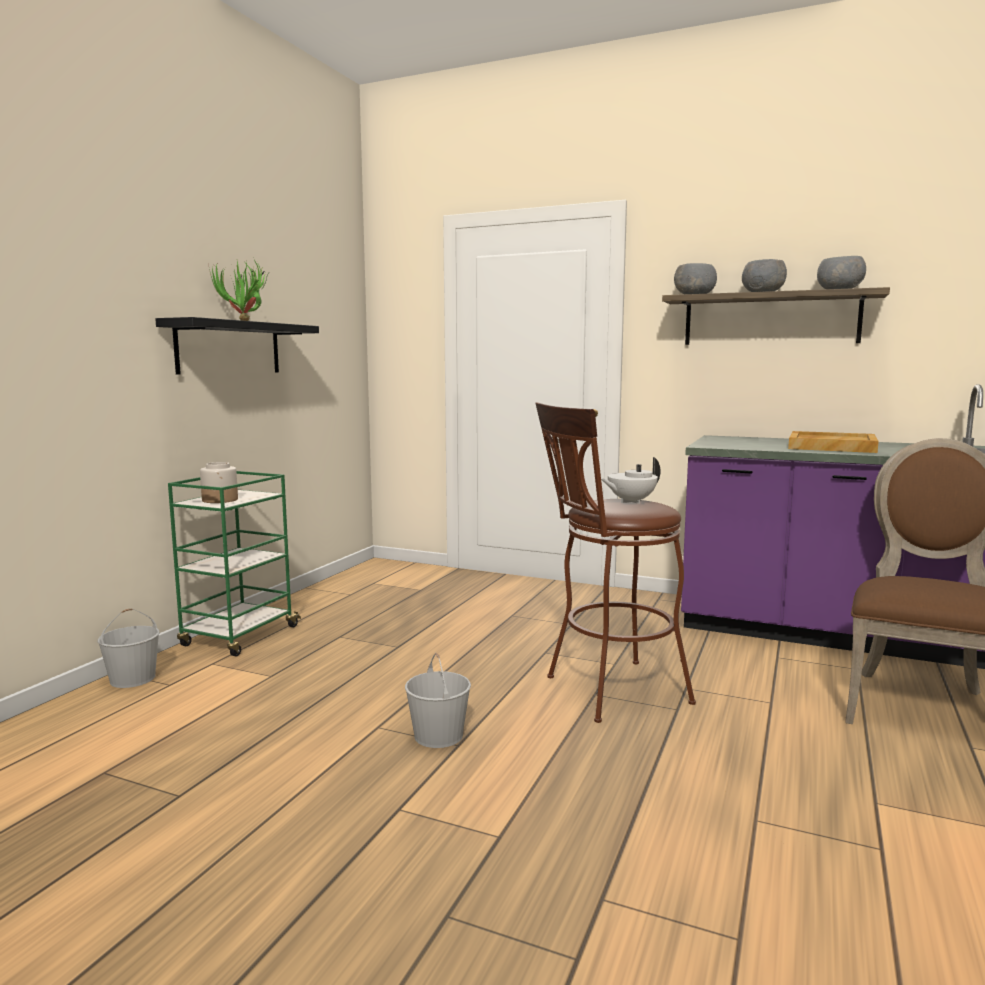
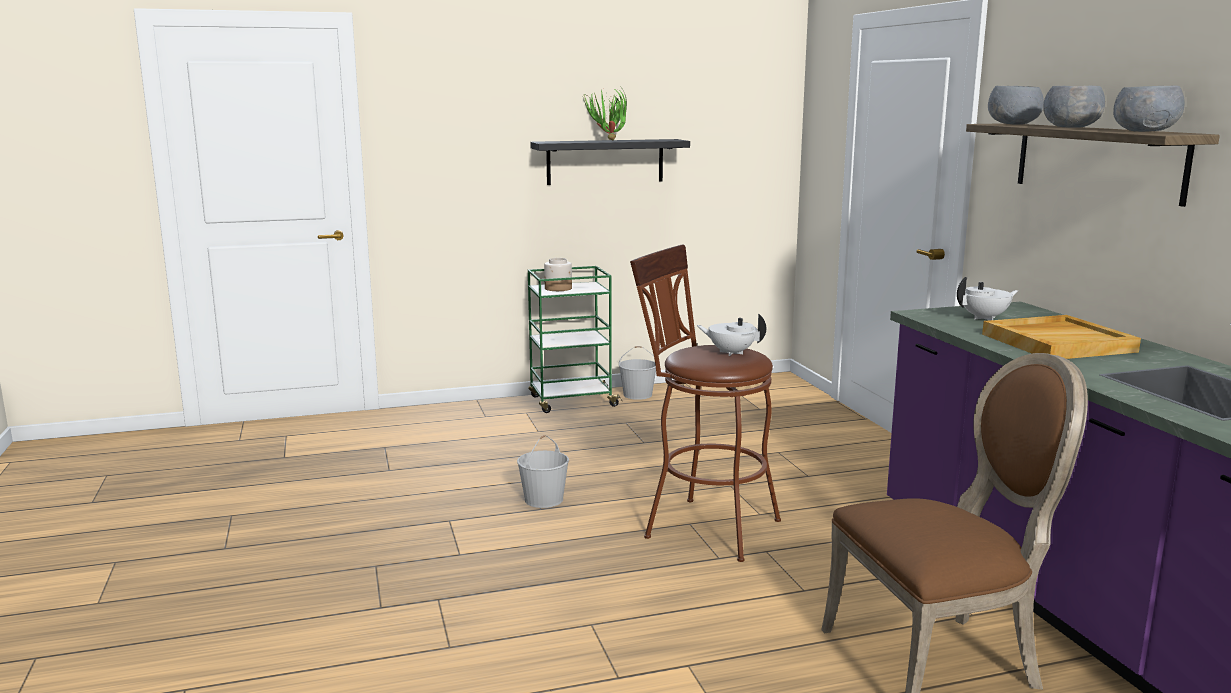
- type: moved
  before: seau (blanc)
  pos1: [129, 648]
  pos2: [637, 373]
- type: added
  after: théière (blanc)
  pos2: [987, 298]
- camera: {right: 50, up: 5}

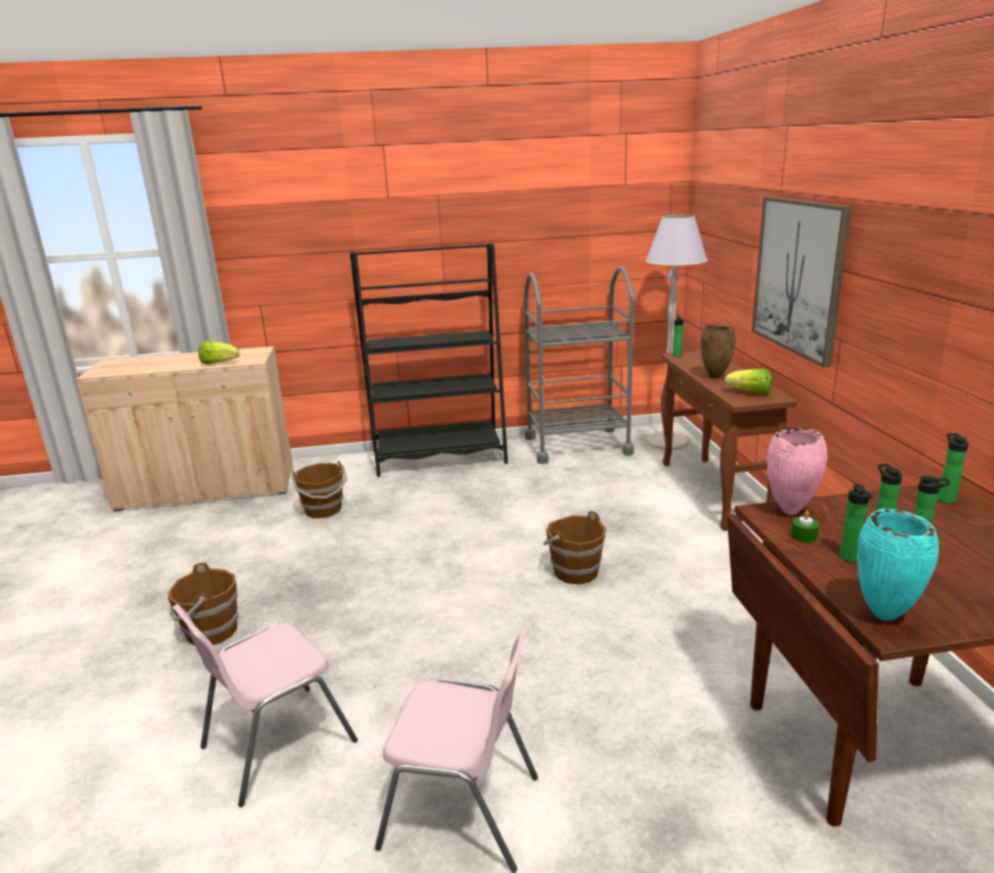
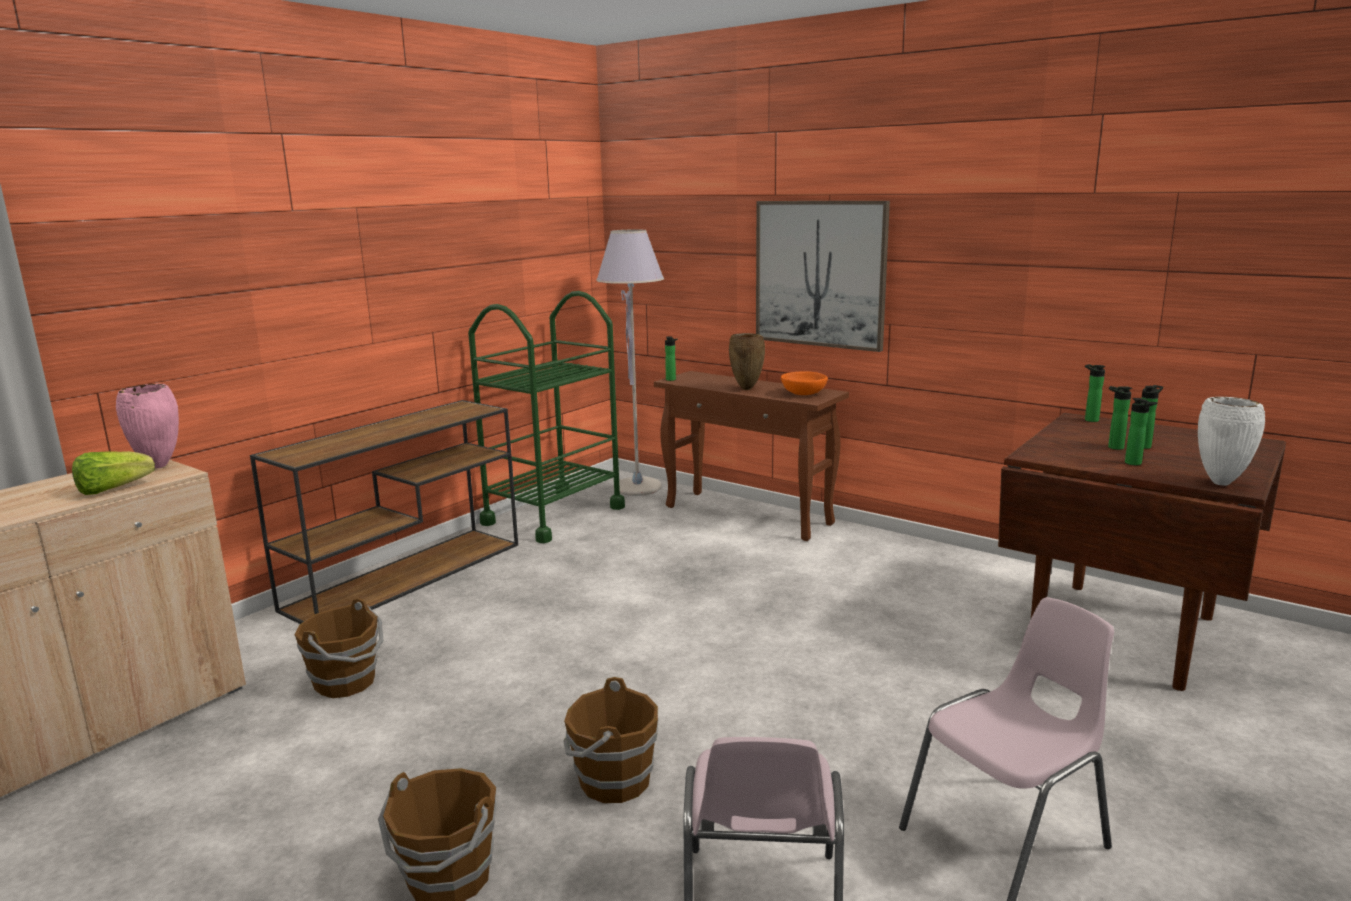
- type: replaced
  before: bibliothèque (noir)
  after: table console (marron)
  pos1: [429, 360]
  pos2: [384, 512]
- type: recoloured
  before: chariot (gris)
  after: chariot (vert)
  pos1: [579, 365]
  pos2: [546, 417]
- type: moved
  before: seau (marron)
  pos1: [574, 547]
  pos2: [610, 740]
- type: replaced
  before: laitue
  after: bol (orange)
  pos1: [748, 382]
  pos2: [804, 383]
- type: moved
  before: vase (rose)
  pos1: [797, 471]
  pos2: [147, 426]
- type: removed
  before: bougie (vert)
  pos1: [805, 527]
- type: recoloured
  before: vase (turquoise)
  after: vase (blanc)
  pos1: [898, 564]
  pos2: [1231, 441]
- camera: {right: -45, up: -5}

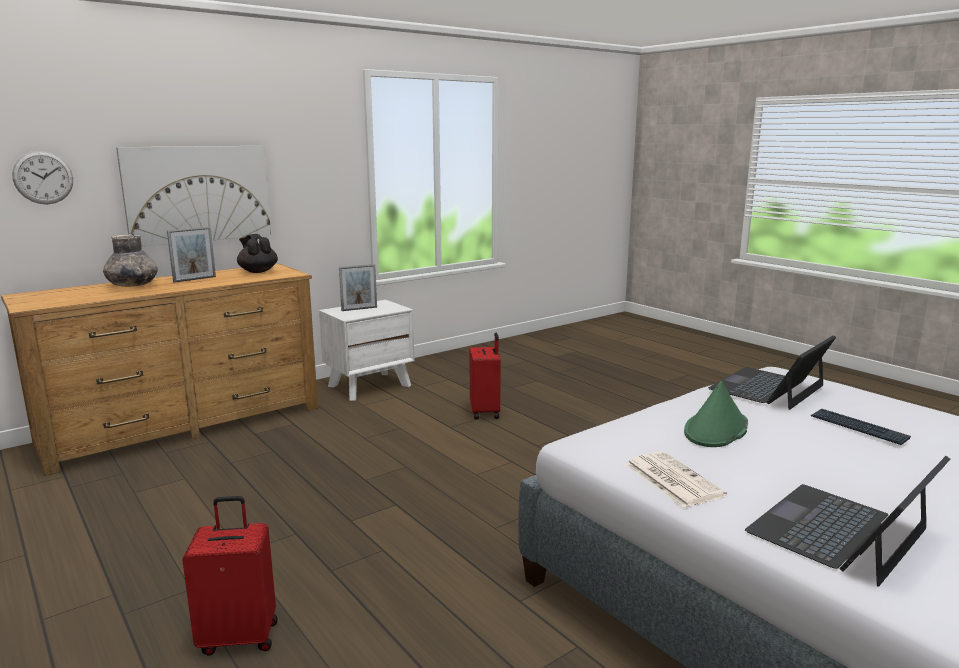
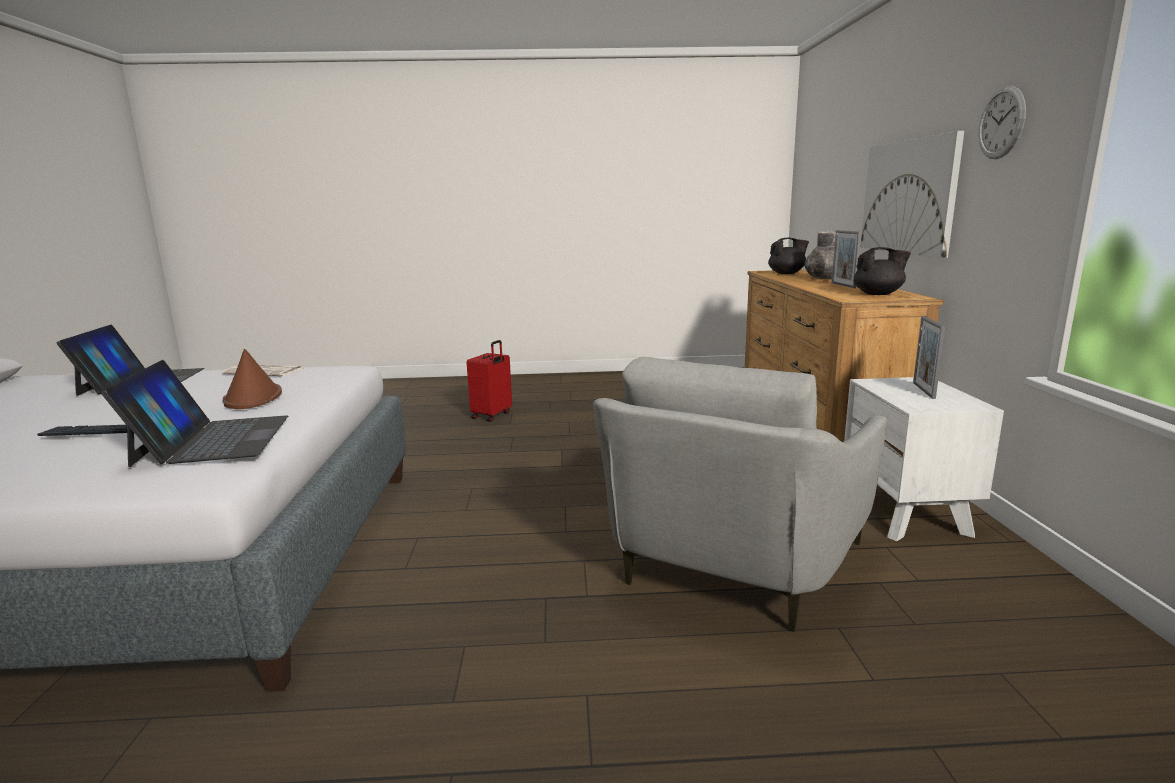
- type: moved
  before: horloge murale
  pos1: [42, 177]
  pos2: [1002, 122]
- type: replaced
  before: valise (rouge)
  after: fauteuil (gris)
  pos1: [485, 376]
  pos2: [740, 494]
- type: recoloured
  before: chapeau (vert)
  after: chapeau (marron)
  pos1: [716, 414]
  pos2: [252, 379]
- type: added
  after: théière (noir)
  pos2: [788, 256]
- camera: {right: 125, up: 0}

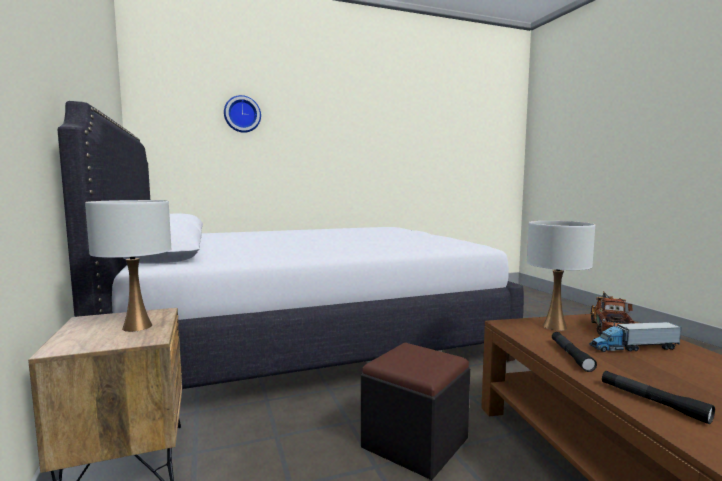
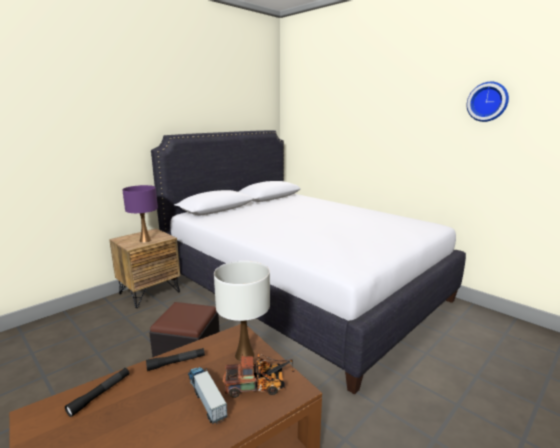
- type: recoloured
  before: lampe de table (blanc)
  after: lampe de table (violet)
  pos1: [128, 266]
  pos2: [140, 214]
- type: moved
  before: horloge murale
  pos1: [242, 114]
  pos2: [488, 102]
- camera: {right: 65, up: 10}

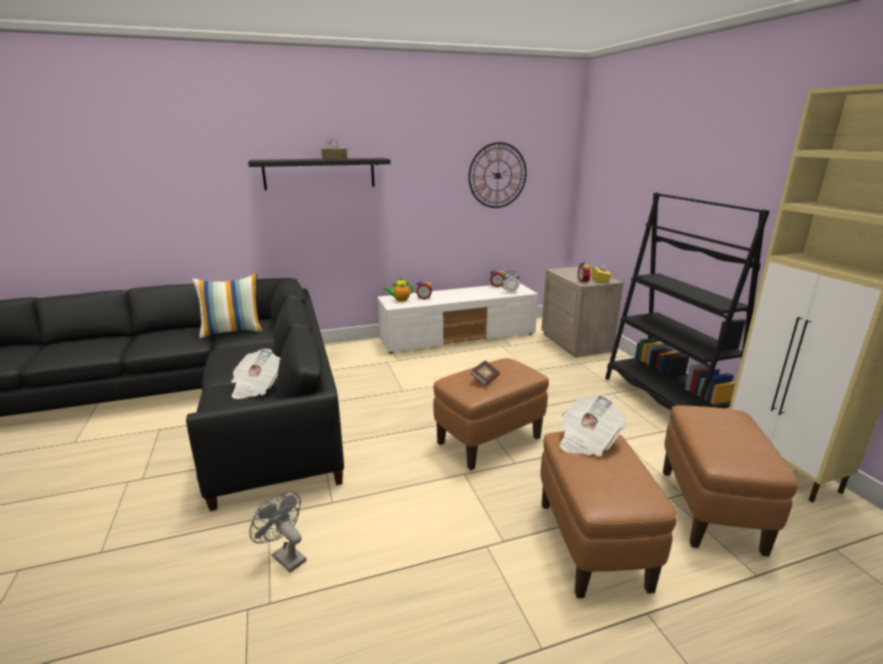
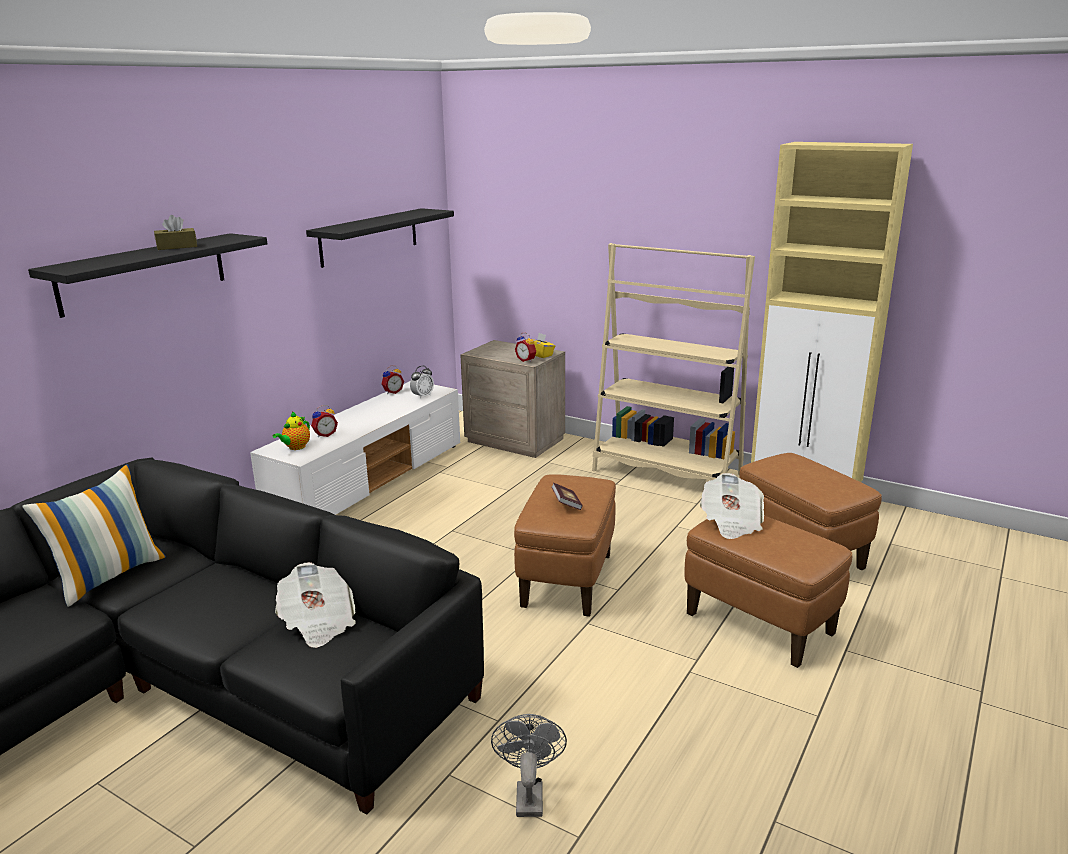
- type: turned
  before: ventilateur (gris)
  pos1: [277, 532]
  pos2: [529, 765]
  turn: 90
- type: replaced
  before: horloge murale
  after: étagère (noir)
  pos1: [498, 175]
  pos2: [380, 238]
- type: recoloured
  before: bibliothèque (noir)
  after: bibliothèque (beige)
  pos1: [687, 301]
  pos2: [673, 362]
- camera: {right: -40, up: 0}

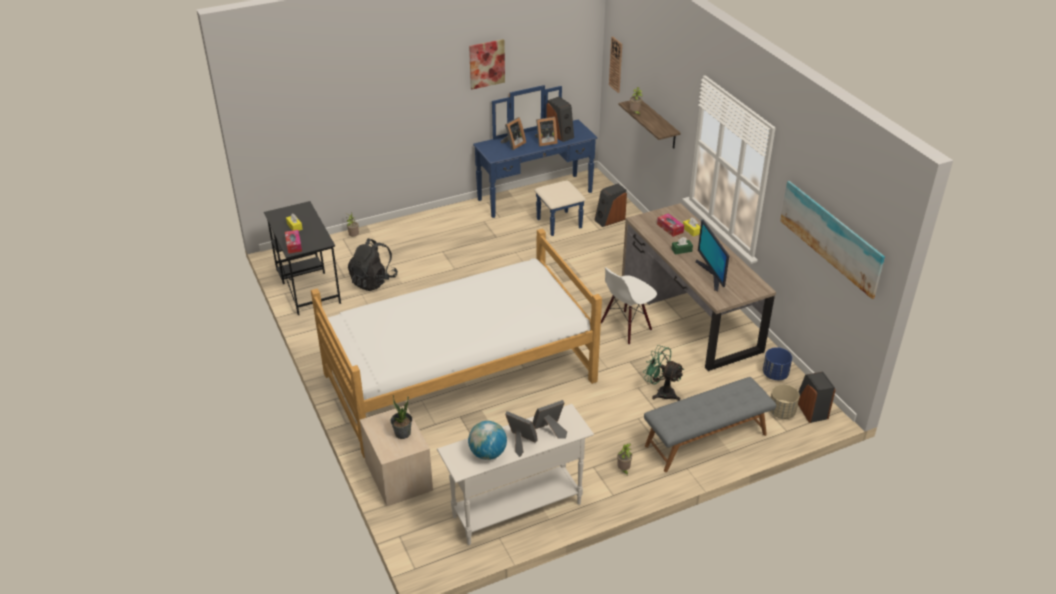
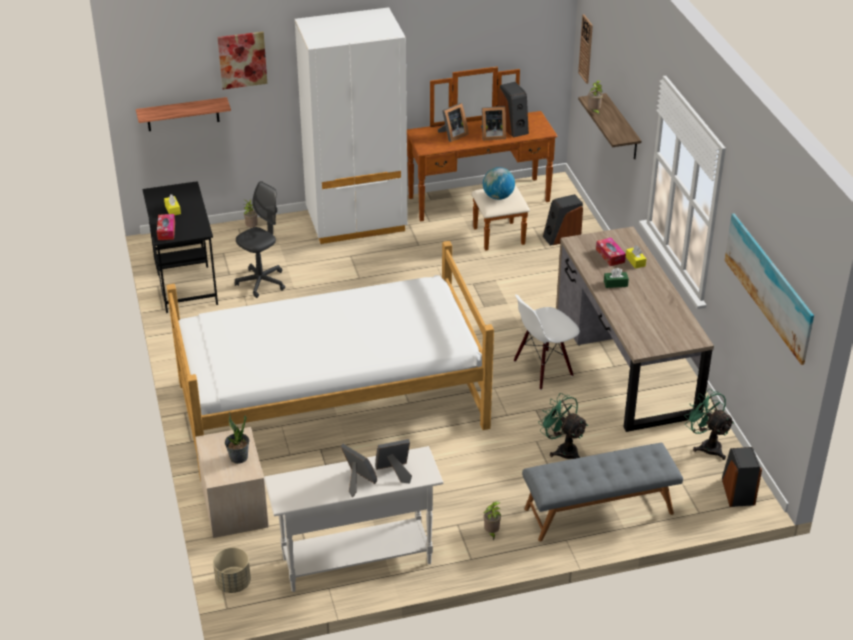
- type: replaced
  before: sac à dos (noir)
  after: chaise de bureau (gris)
  pos1: [373, 264]
  pos2: [260, 239]
- type: moved
  before: globe
  pos1: [487, 440]
  pos2: [499, 183]
- type: moved
  before: tableau
  pos1: [487, 64]
  pos2: [242, 60]
- type: recoloured
  before: commode (bleu)
  after: commode (marron)
  pos1: [535, 160]
  pos2: [482, 158]
- type: removed
  before: écran d'ordinateur
  pos1: [712, 256]
- type: replaced
  before: cache-pot (bleu)
  after: ventilateur (vert)
  pos1: [777, 363]
  pos2: [709, 424]
- type: moved
  before: cache-pot (beige)
  pos1: [785, 401]
  pos2: [232, 570]
- type: added
  after: étagère
  pos2: [183, 114]
- type: added
  after: armoire (blanc)
  pos2: [351, 125]
- camera: {right: 10, up: 0}

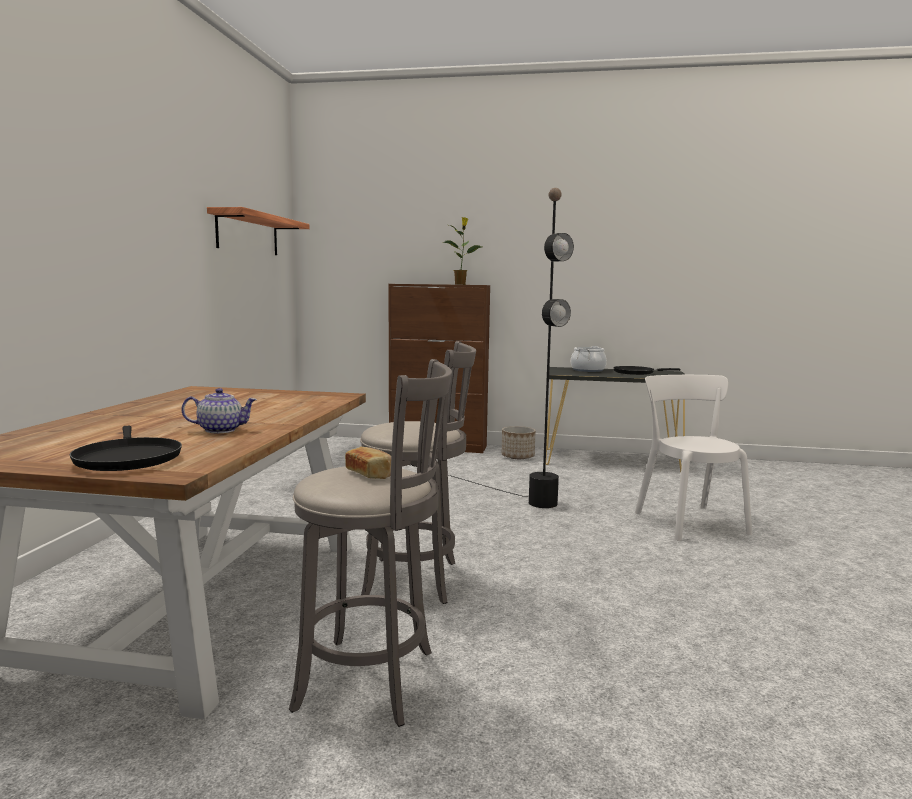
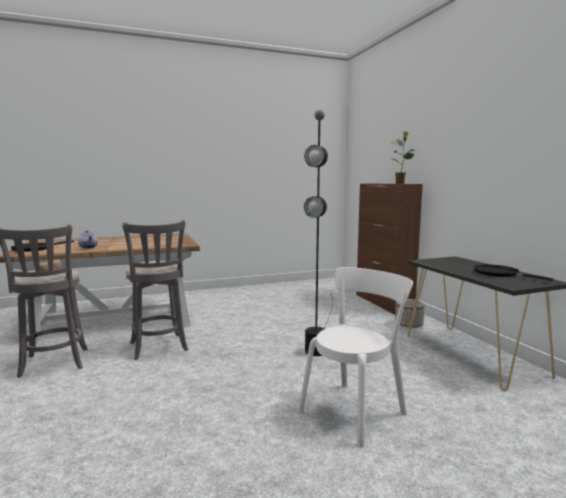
- type: removed
  before: étagère
  pos1: [258, 231]
- type: removed
  before: marmite
  pos1: [589, 359]
- camera: {right: 60, up: 0}

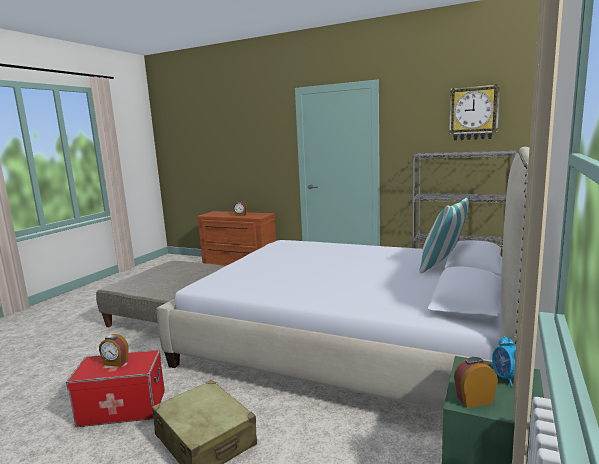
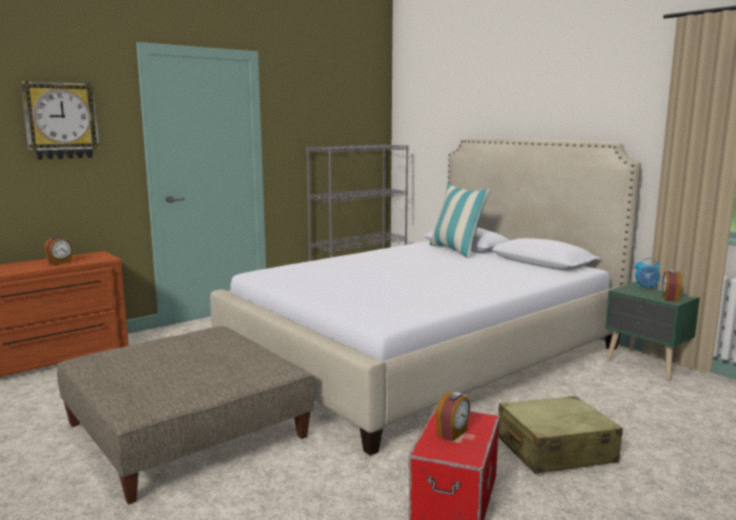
- type: moved
  before: horloge murale
  pos1: [474, 112]
  pos2: [60, 120]
- camera: {right: -65, up: 0}

